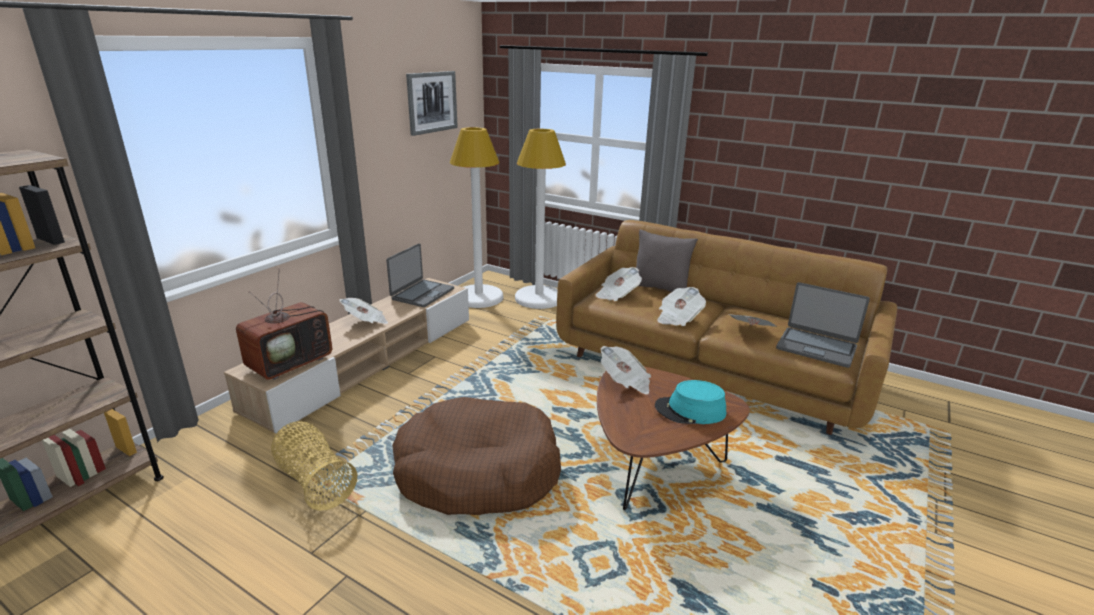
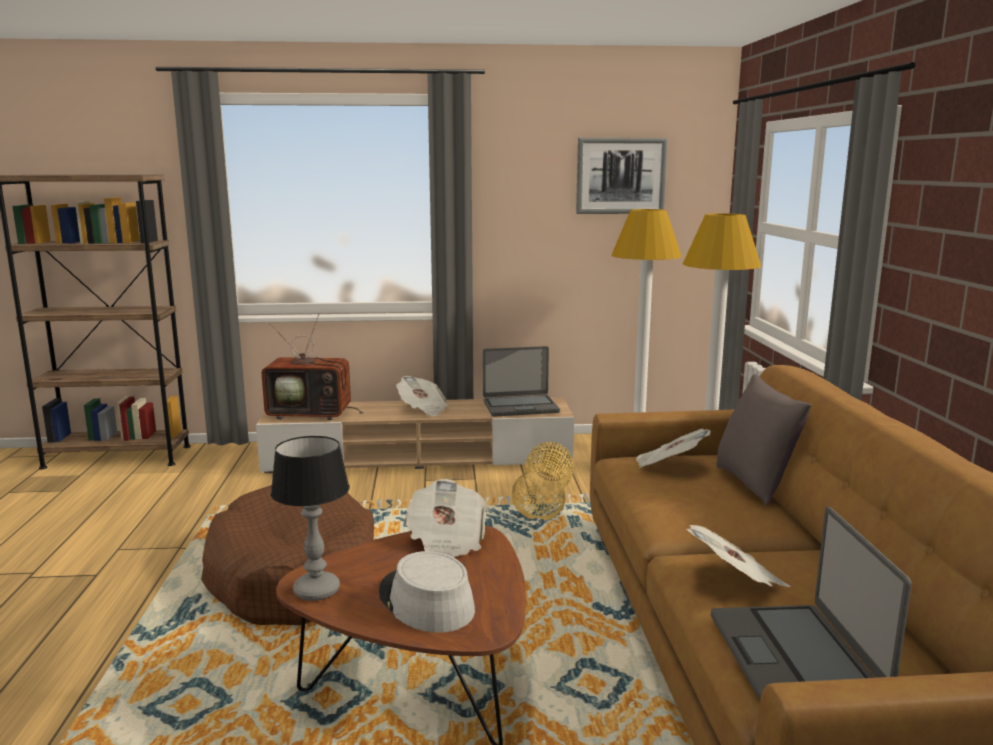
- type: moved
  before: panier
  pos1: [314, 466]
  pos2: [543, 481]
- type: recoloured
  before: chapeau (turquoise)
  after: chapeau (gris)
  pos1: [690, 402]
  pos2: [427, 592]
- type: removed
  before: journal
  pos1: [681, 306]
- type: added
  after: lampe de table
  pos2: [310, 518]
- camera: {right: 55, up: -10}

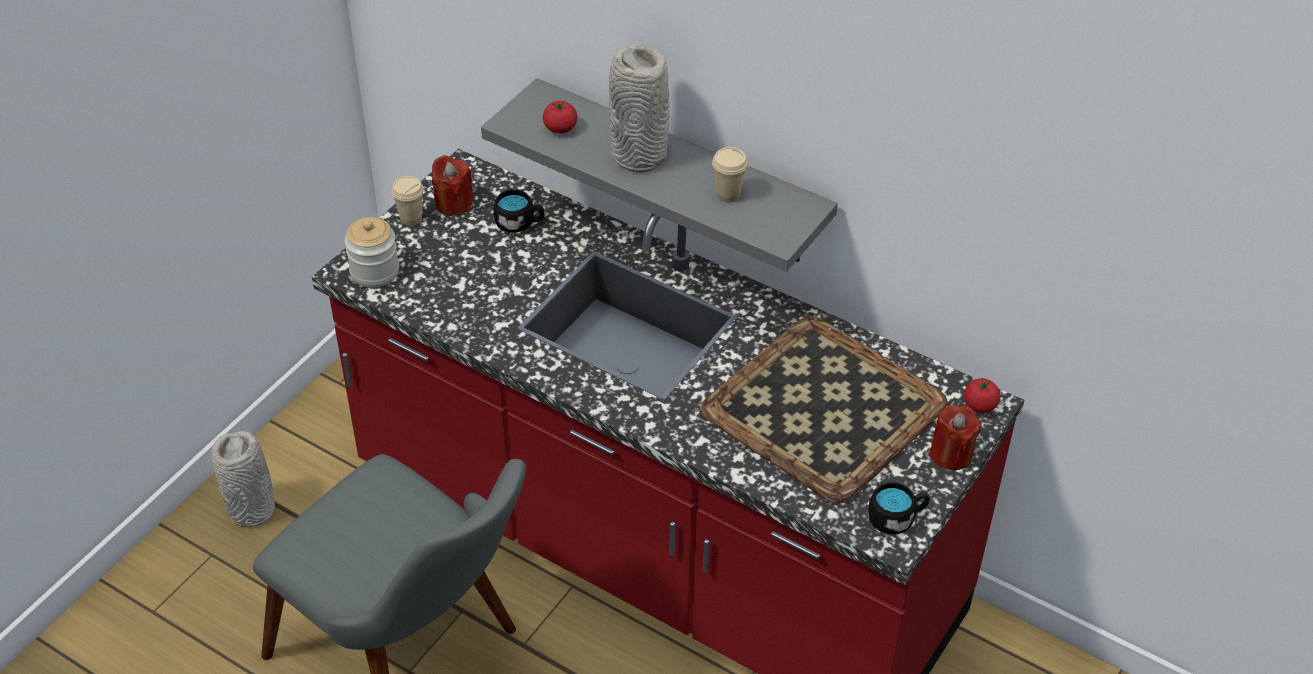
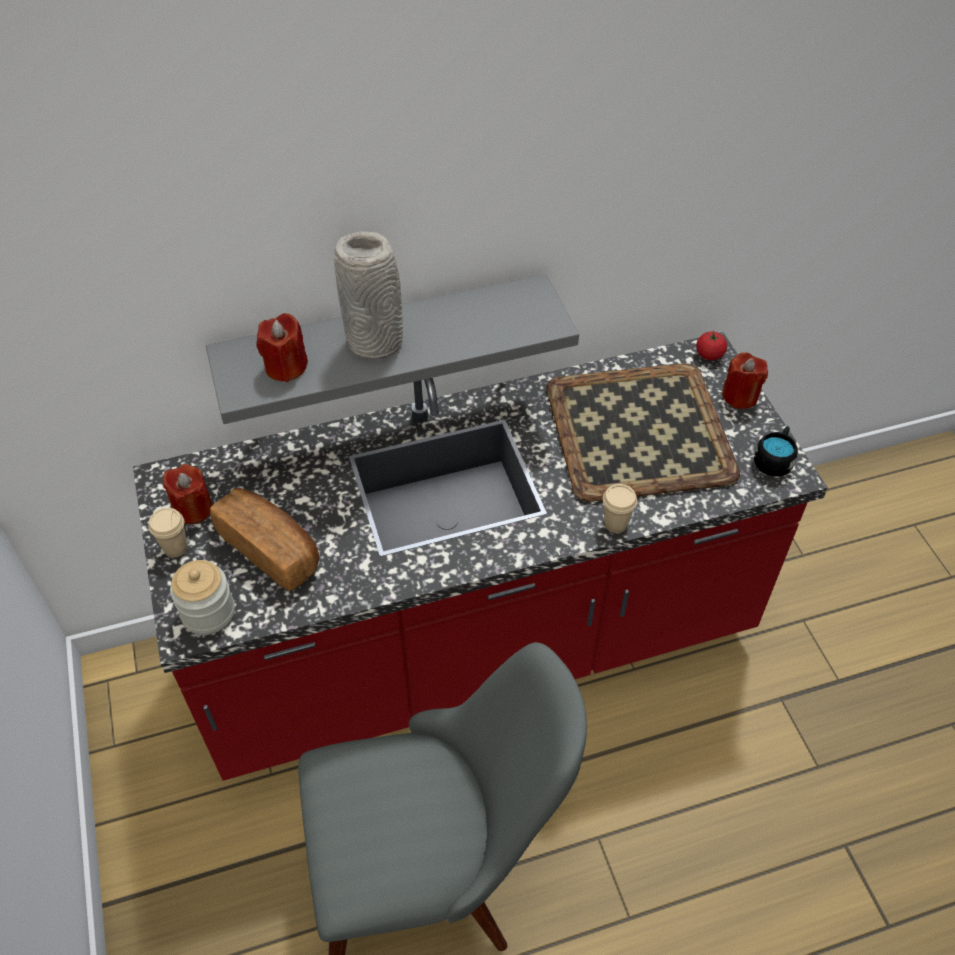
- type: removed
  before: vase (gris)
  pos1: [243, 479]
- type: removed
  before: mug (noir)
  pos1: [518, 211]
- type: replaced
  before: tomate
  after: bougie (rouge)
  pos1: [560, 117]
  pos2: [282, 347]
- type: moved
  before: tasse (beige)
  pos1: [730, 174]
  pos2: [620, 508]
- type: added
  after: pain
  pos2: [264, 539]
- camera: {right: -50, up: 5}

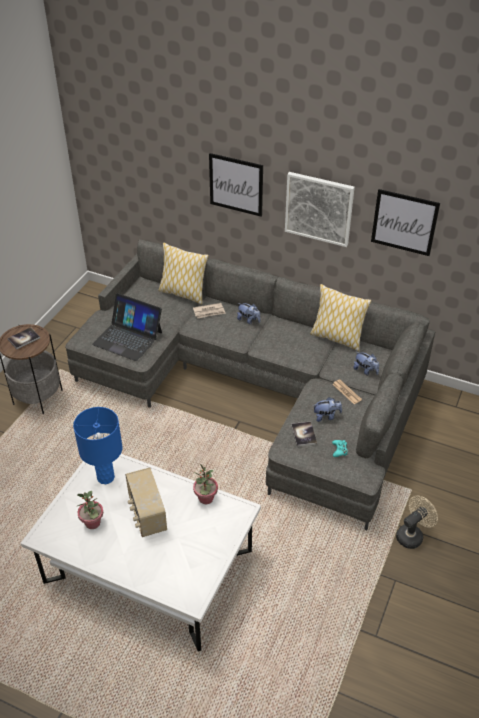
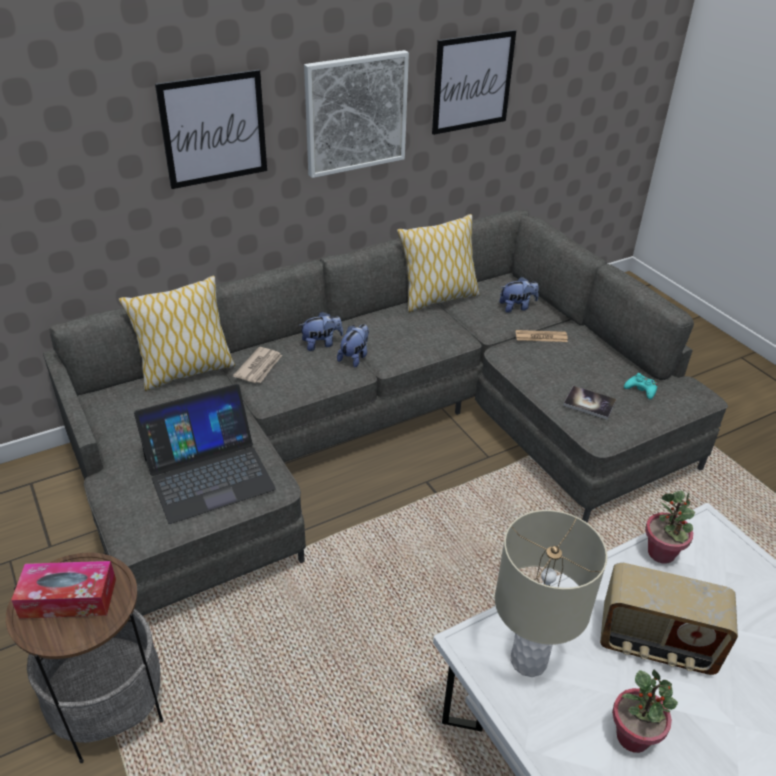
- type: replaced
  before: livre
  after: boîte à mouchoirs
  pos1: [23, 338]
  pos2: [63, 590]
- type: recoloured
  before: lampe de table (bleu)
  after: lampe de table (beige)
  pos1: [98, 445]
  pos2: [551, 593]
- type: moved
  before: peluche
  pos1: [327, 409]
  pos2: [353, 346]
- type: removed
  before: ventilateur (beige)
  pos1: [417, 522]
- camera: {right: -55, up: -5}

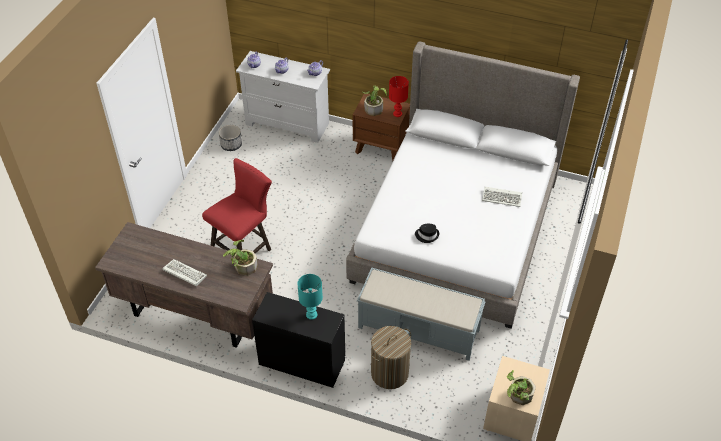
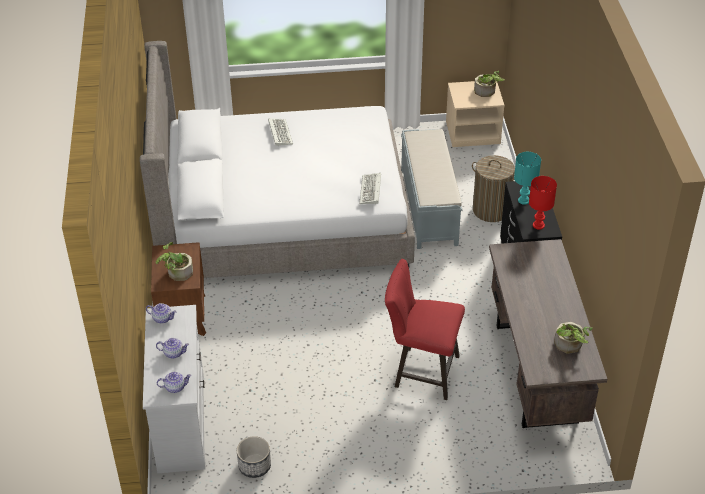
- type: moved
  before: clavier
  pos1: [184, 272]
  pos2: [370, 188]
- type: moved
  before: plante en pot
  pos1: [240, 258]
  pos2: [573, 338]
- type: moved
  before: lampe de table (rouge)
  pos1: [399, 96]
  pos2: [543, 203]
- type: removed
  before: chapeau (noir)
  pos1: [427, 233]
- camera: {right: -115, up: -5}

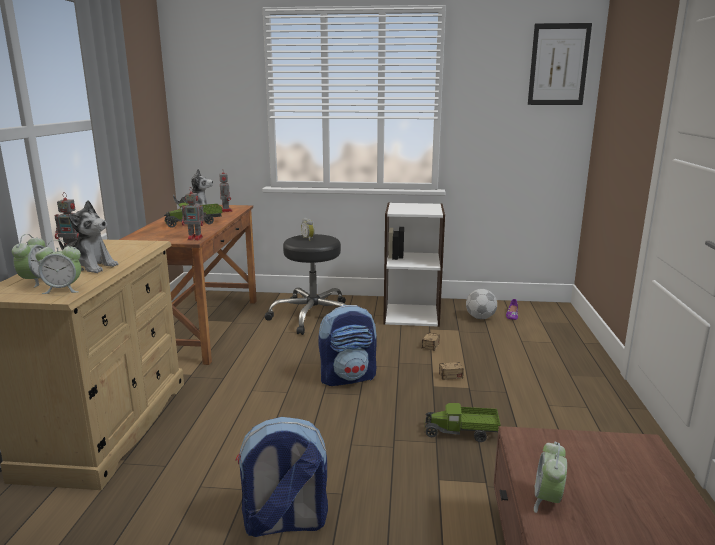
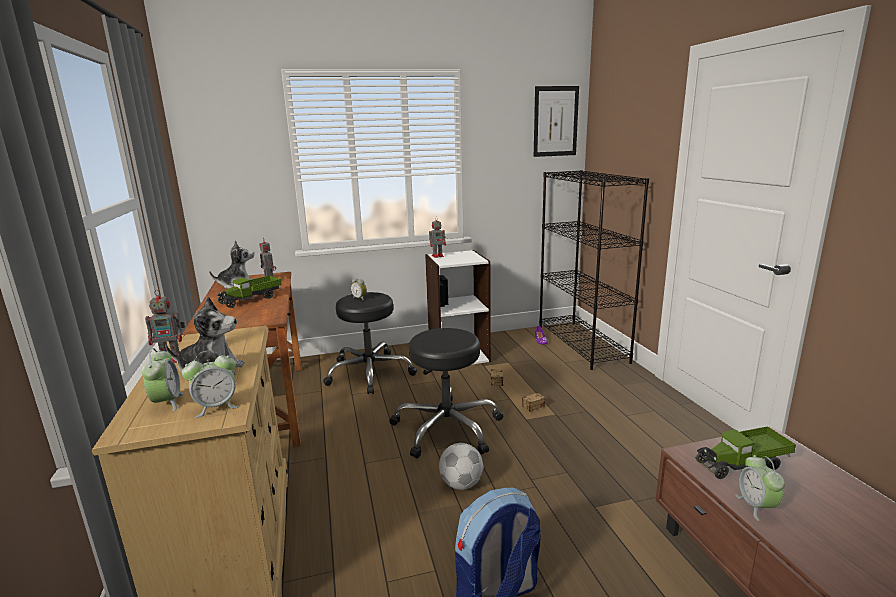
- type: moved
  before: robot jouet
  pos1: [194, 214]
  pos2: [437, 237]
- type: replaced
  before: sac à dos
  after: tabouret (noir)
  pos1: [347, 345]
  pos2: [446, 393]
- type: moved
  before: camion jouet
  pos1: [463, 422]
  pos2: [745, 452]
- type: moved
  before: ballon de foot
  pos1: [481, 304]
  pos2: [461, 466]
- type: added
  after: bibliothèque (noir)
  pos2: [594, 270]
- camera: {right: -20, up: 0}

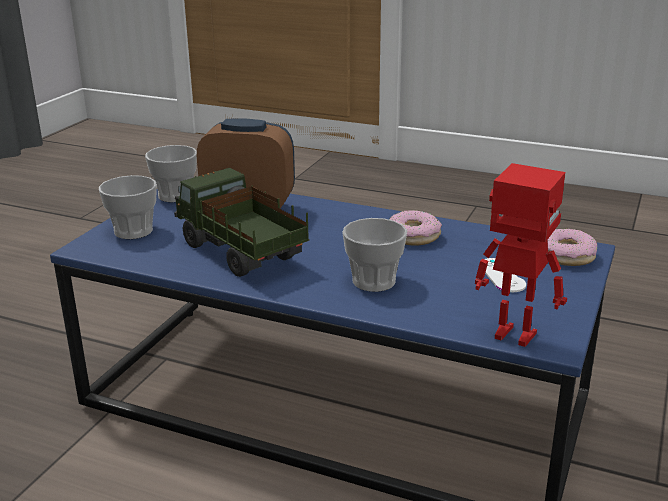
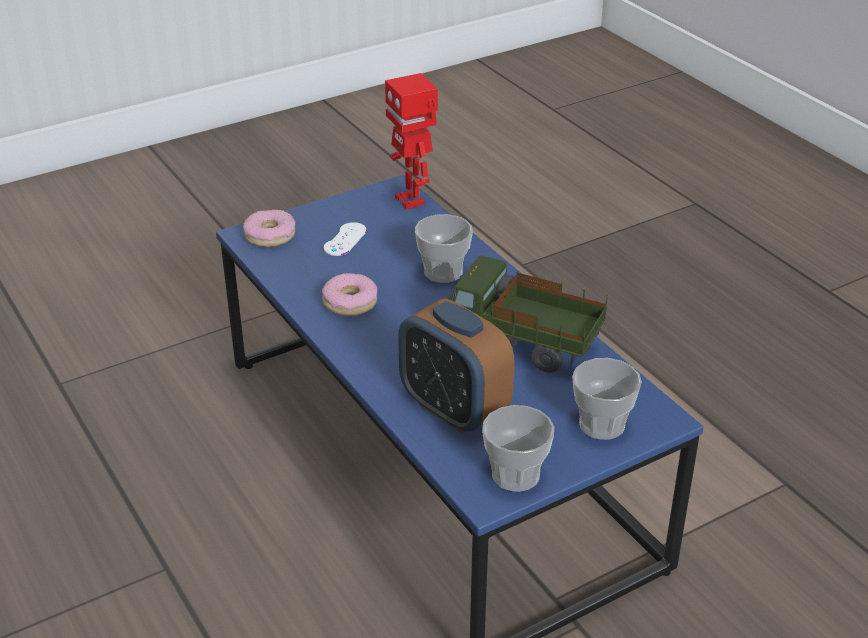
- type: turned
  before: camion jouet
  pos1: [241, 222]
  pos2: [527, 314]
  turn: 120
- camera: {right: -145, up: 10}

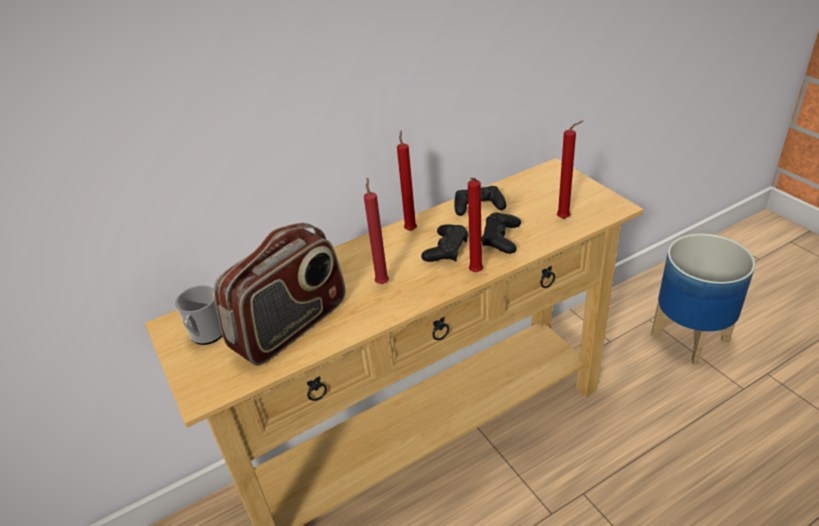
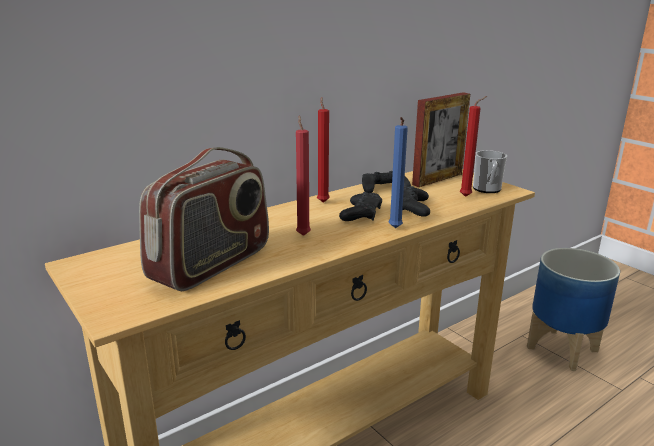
- type: moved
  before: mug
  pos1: [198, 315]
  pos2: [490, 171]
- type: recoloured
  before: bougie (rouge)
  after: bougie (bleu)
  pos1: [475, 225]
  pos2: [398, 172]
- type: added
  after: cadre photo
  pos2: [441, 139]
- camera: {right: -10, up: -15}

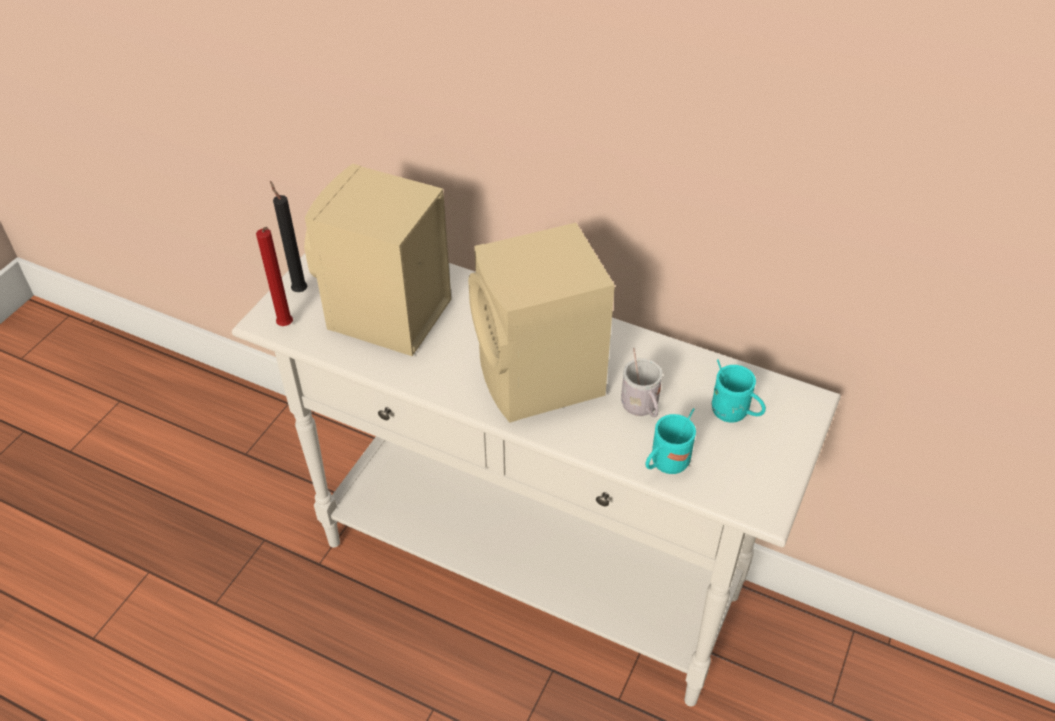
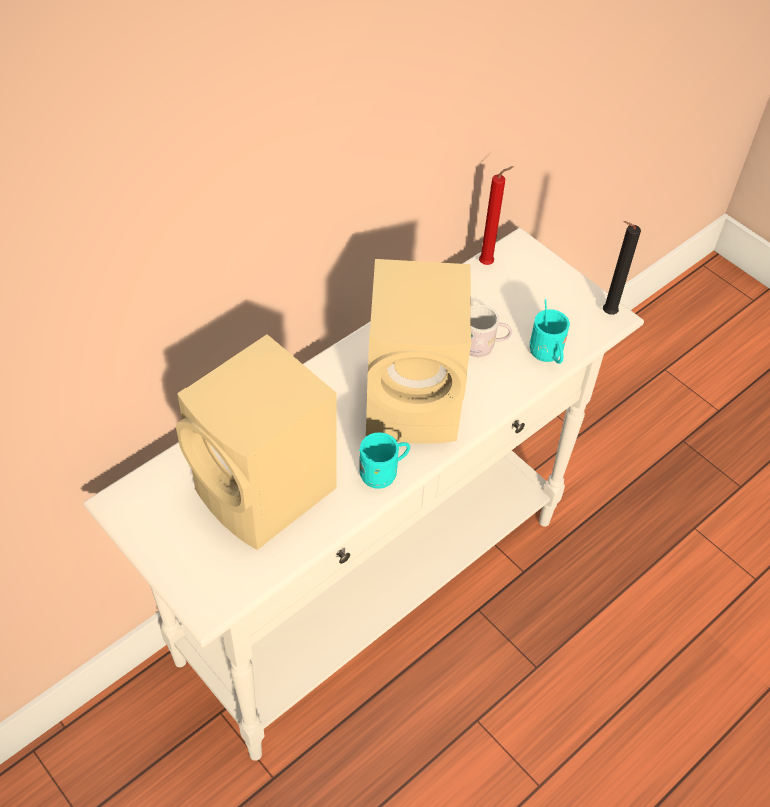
- type: moved
  before: bougie (rouge)
  pos1: [274, 276]
  pos2: [496, 215]
- type: moved
  before: bougie (noir)
  pos1: [289, 236]
  pos2: [622, 268]
- type: moved
  before: mug (turquoise)
  pos1: [739, 390]
  pos2: [384, 460]
- camera: {right: -70, up: 5}

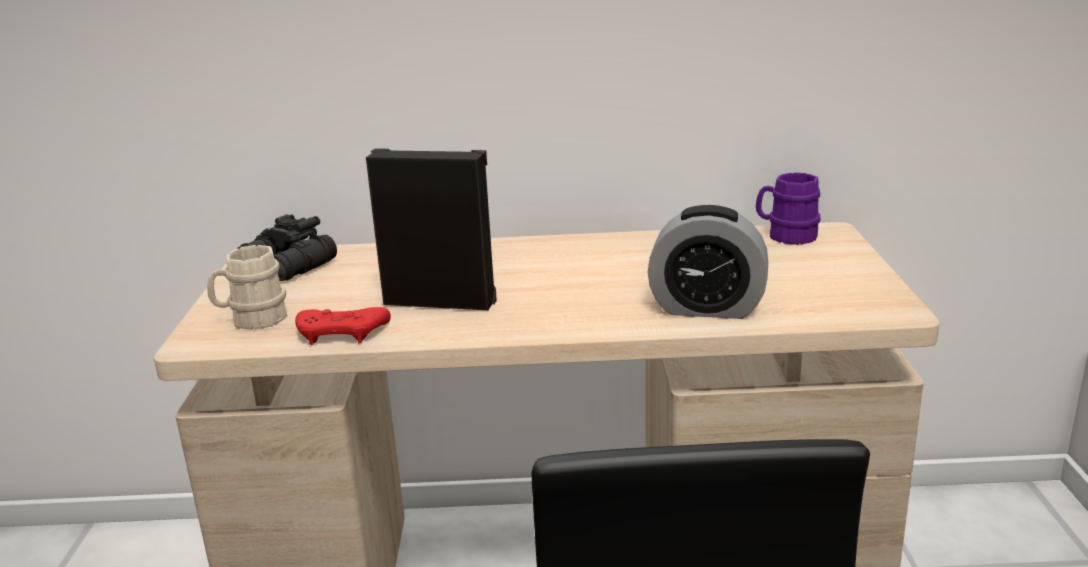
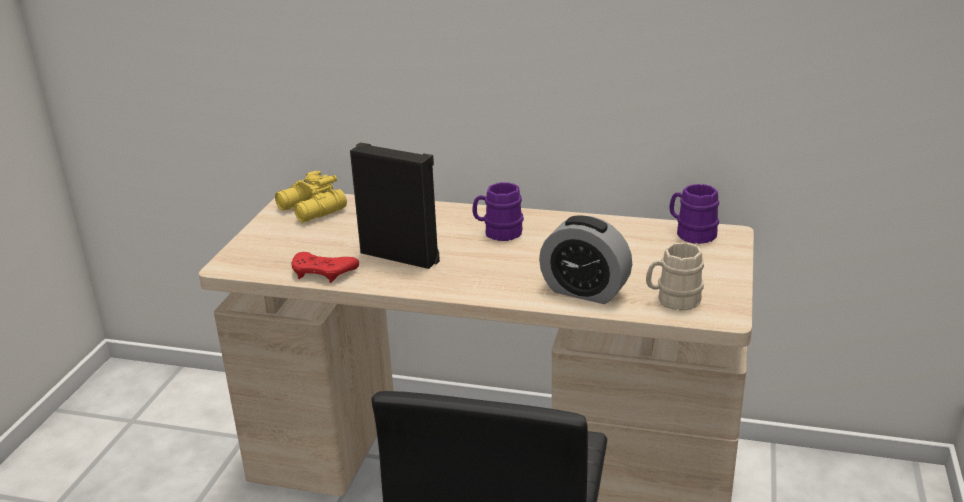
- type: moved
  before: mug (beige)
  pos1: [247, 287]
  pos2: [675, 276]
- type: recoloured
  before: jumelles (noir)
  after: jumelles (jaune)
  pos1: [286, 247]
  pos2: [311, 196]
- type: added
  after: mug (violet)
  pos2: [498, 211]
- camera: {right: 15, up: 5}

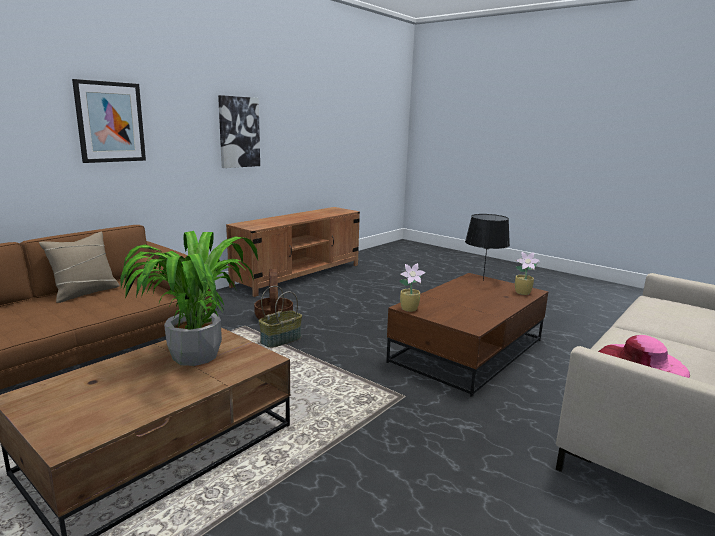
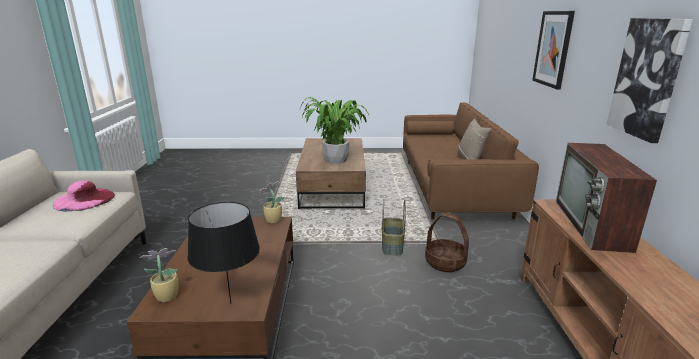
- type: added
  after: téléviseur
  pos2: [606, 198]
- camera: {right: 140, up: 5}

